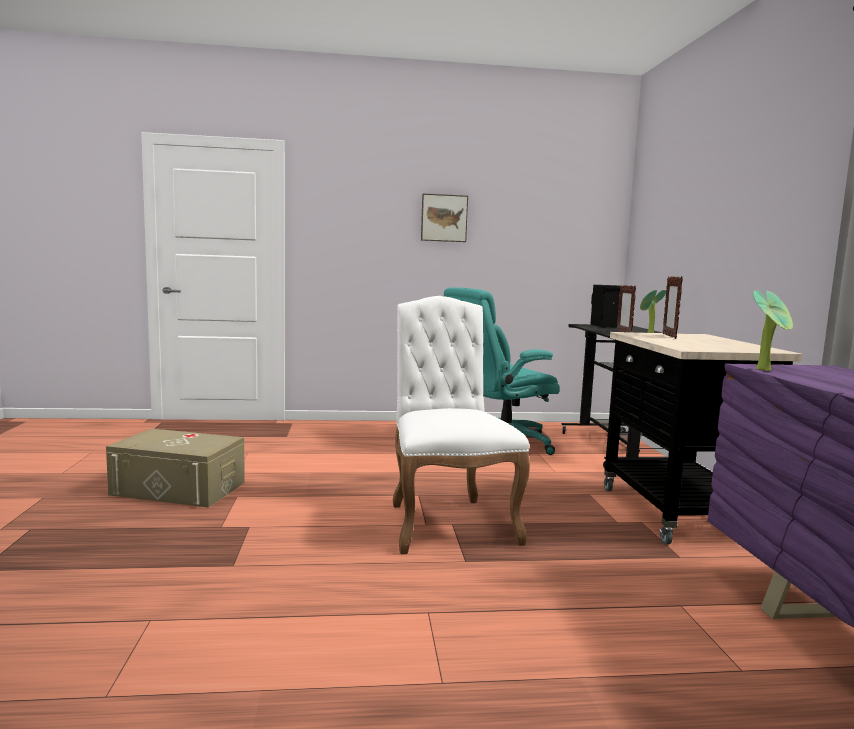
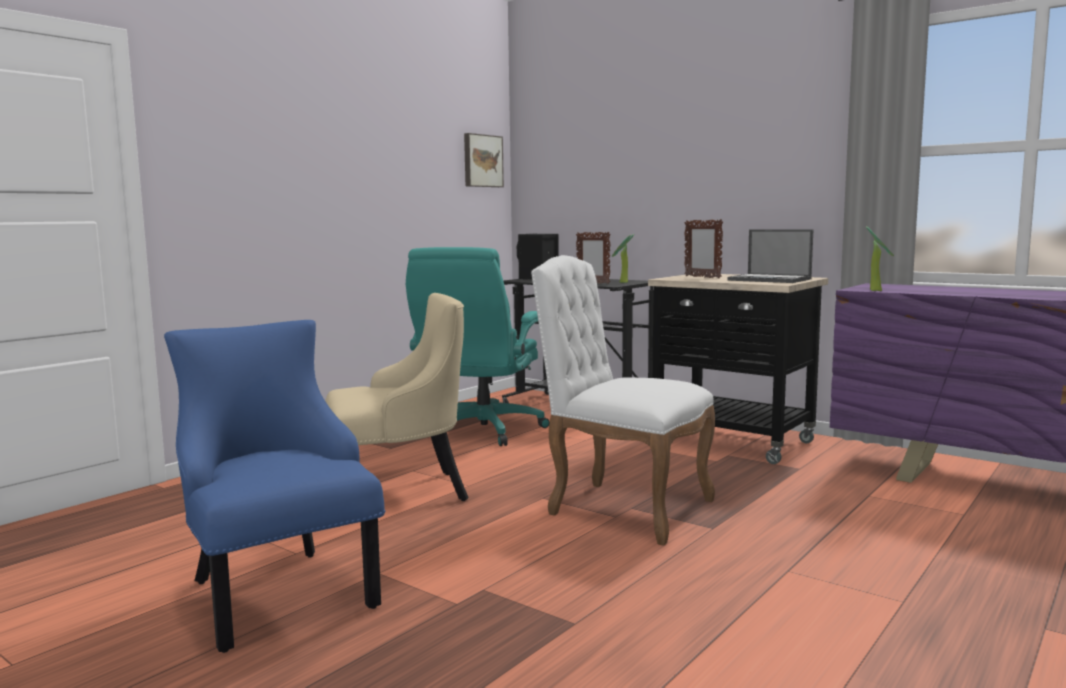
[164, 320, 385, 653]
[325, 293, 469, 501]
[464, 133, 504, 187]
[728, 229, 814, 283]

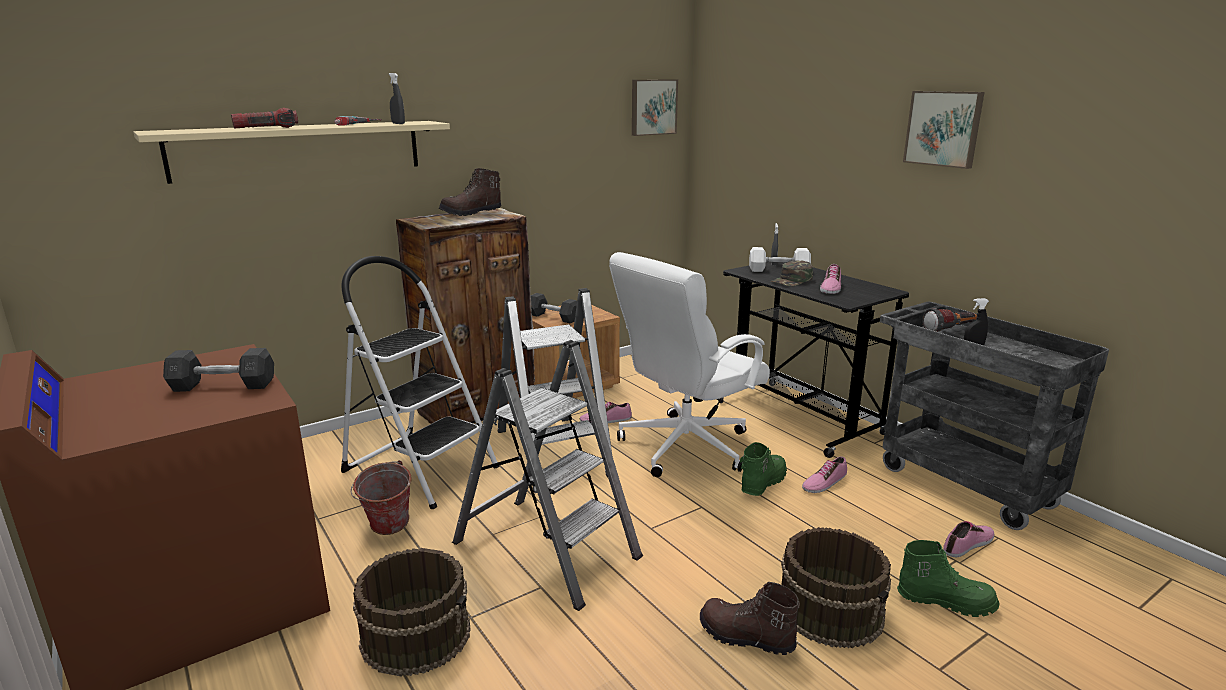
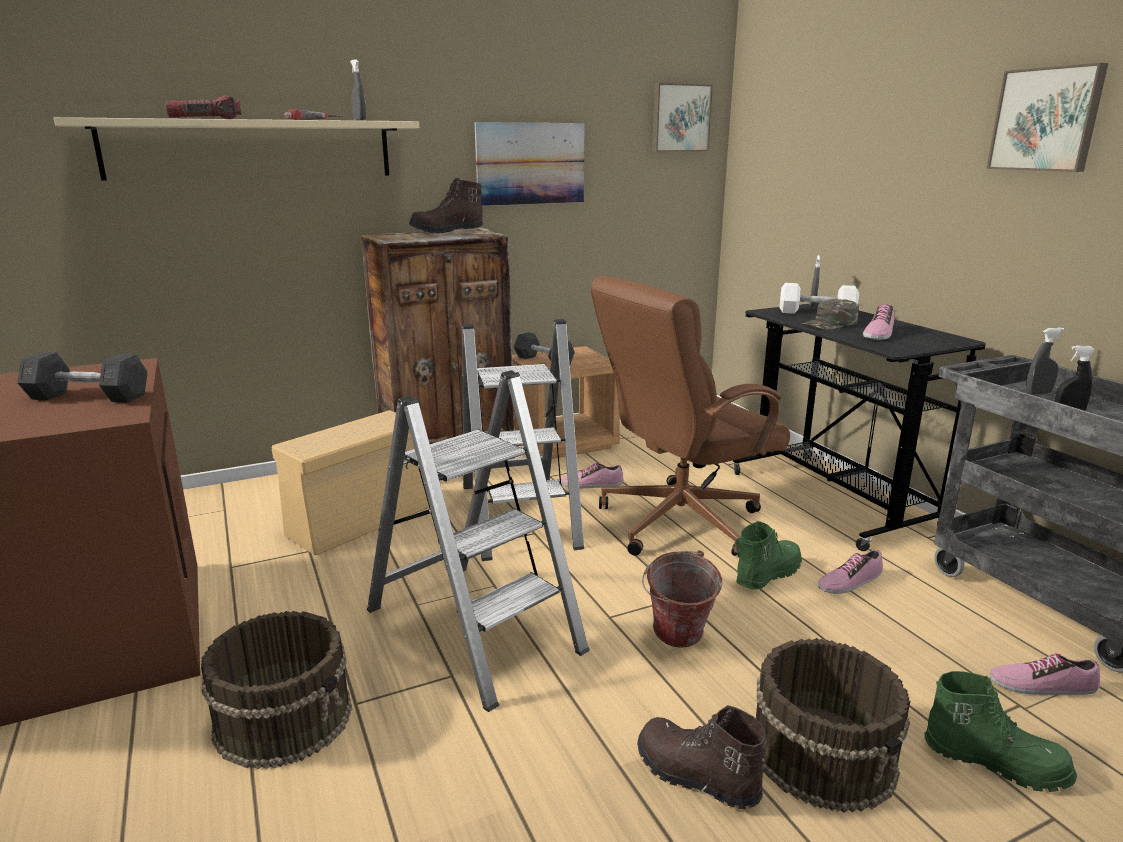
[271, 410, 428, 556]
[475, 122, 584, 206]
[591, 276, 790, 558]
[642, 550, 722, 648]
[990, 654, 1100, 695]
[1026, 328, 1064, 395]

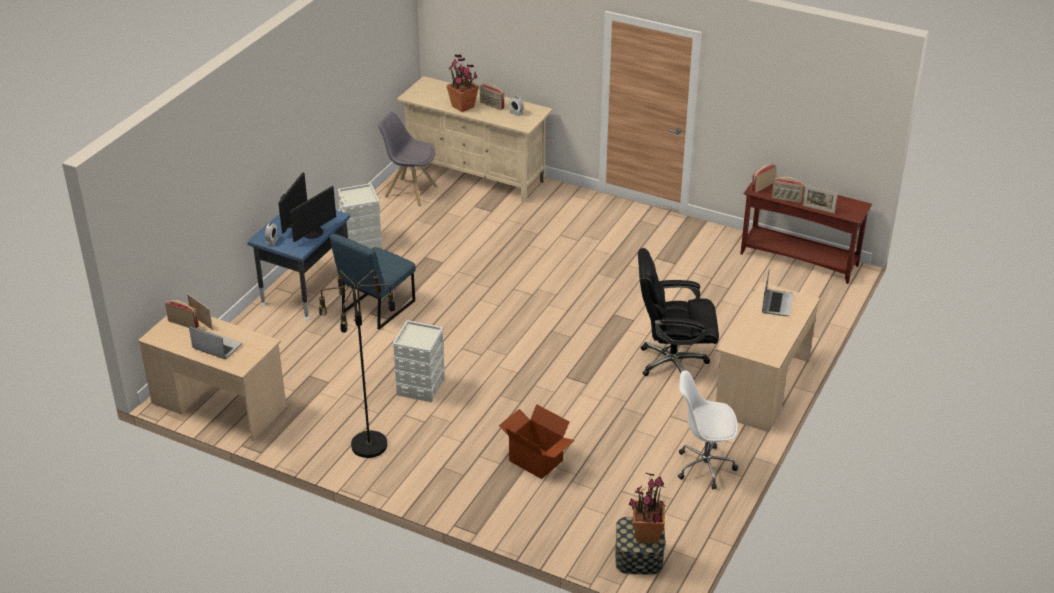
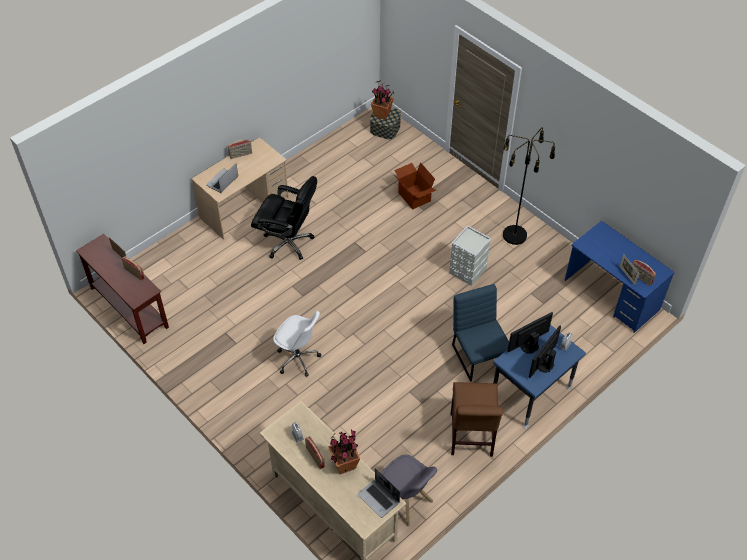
[228, 140, 252, 159]
[273, 311, 321, 377]
[358, 468, 400, 518]
[451, 382, 503, 457]
[452, 284, 509, 382]
[564, 221, 675, 333]

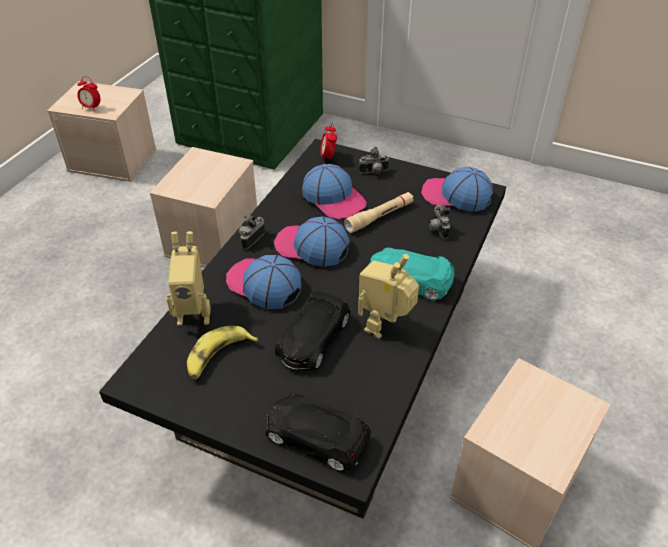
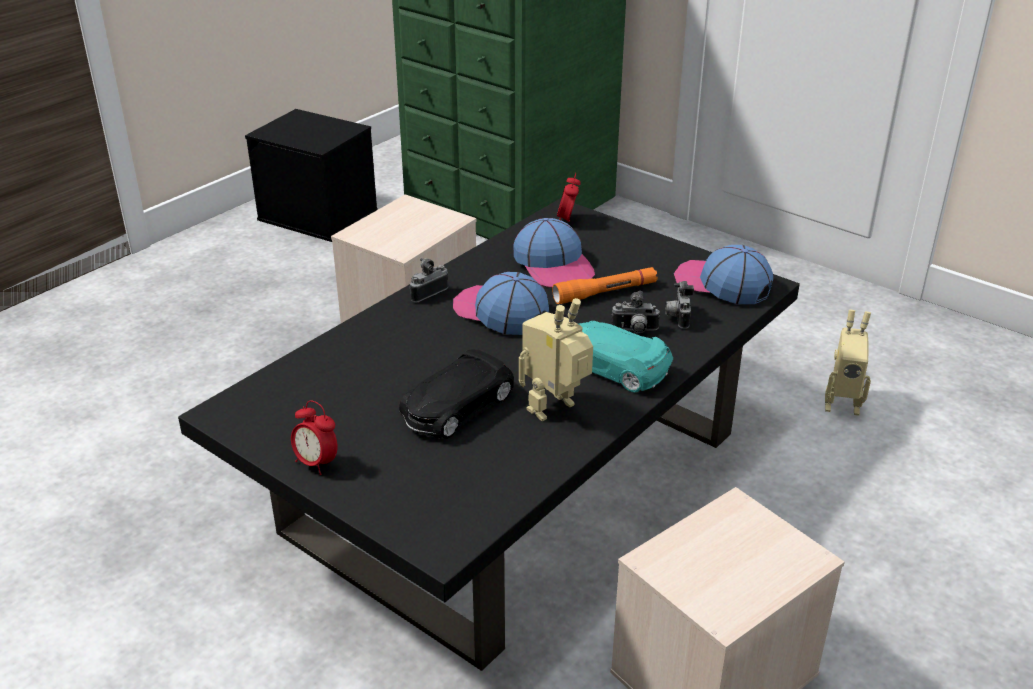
[245, 109, 378, 242]
[291, 400, 338, 475]
[552, 267, 658, 304]
[611, 291, 660, 333]
[825, 310, 871, 416]
[187, 326, 258, 380] (first image)
[226, 255, 301, 309] (first image)
[265, 393, 371, 472] (first image)

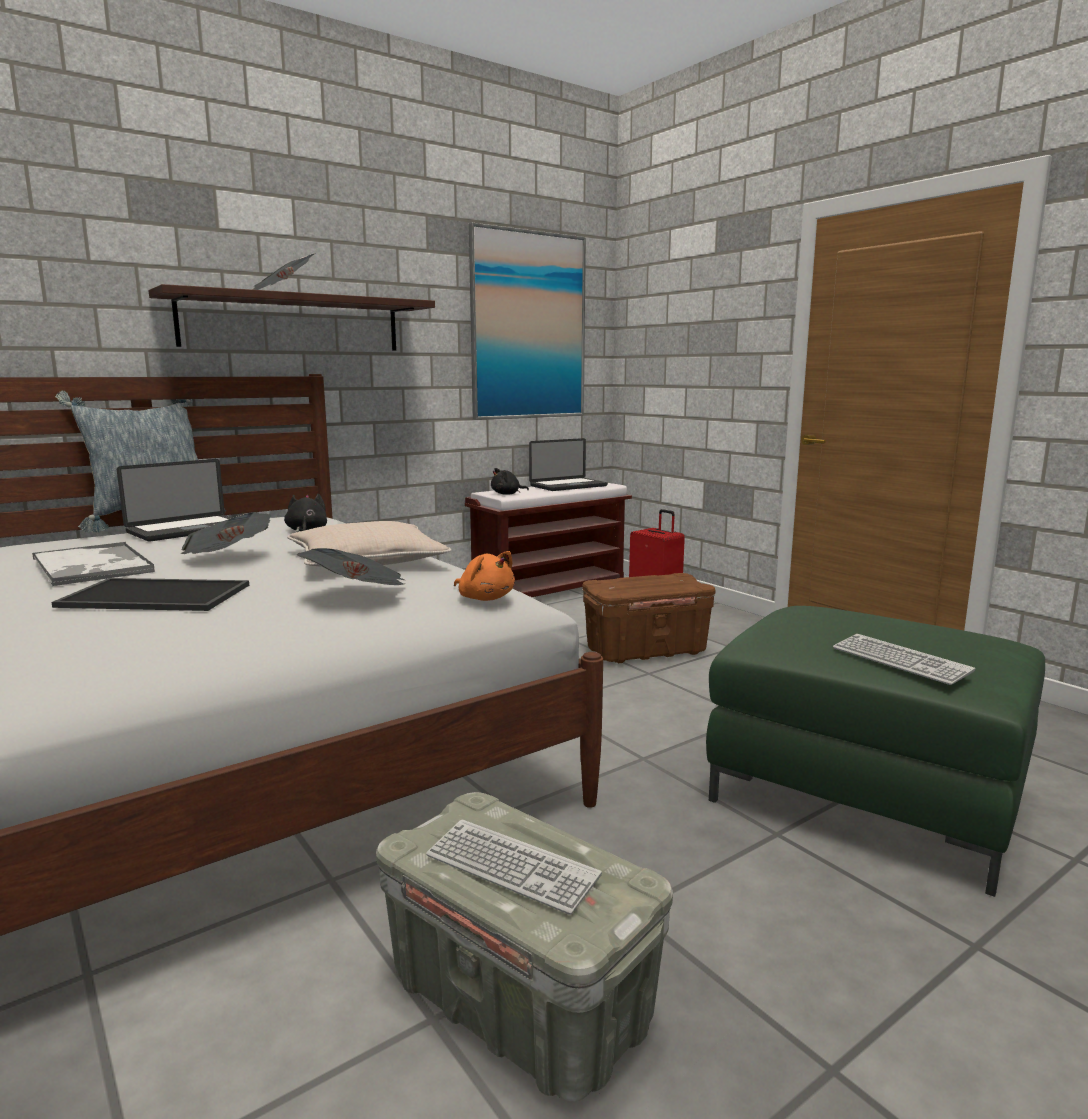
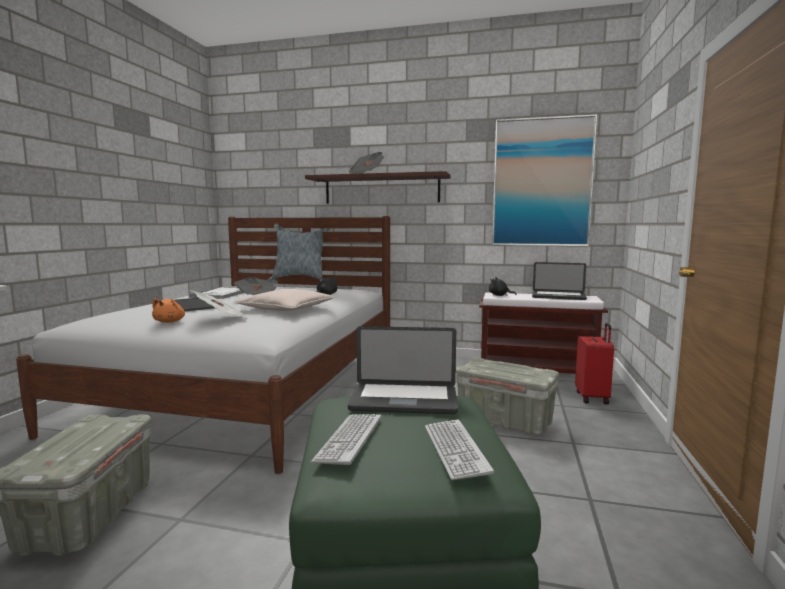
[152, 298, 185, 323]
[348, 326, 458, 414]
[425, 420, 494, 480]
[456, 358, 559, 435]

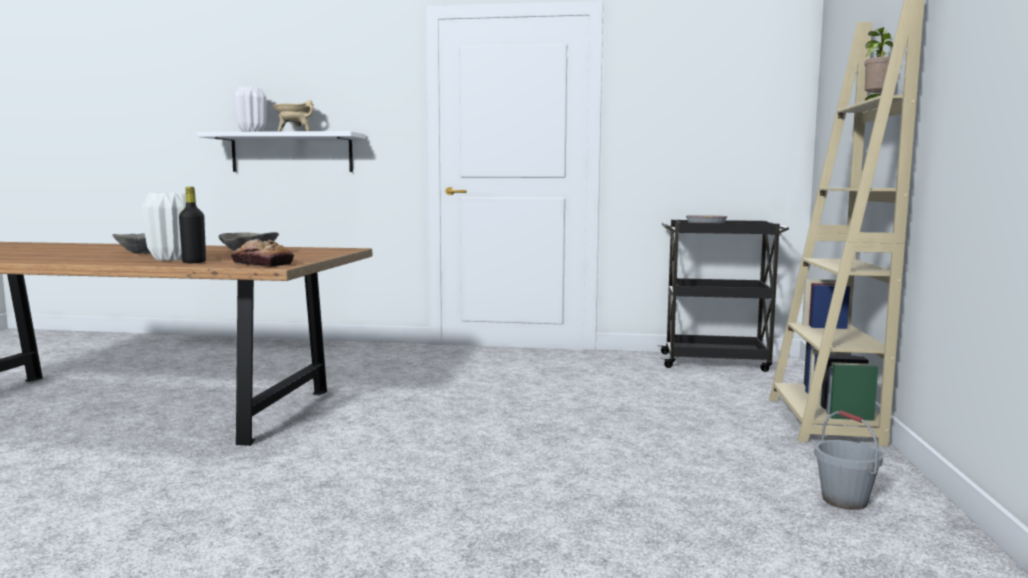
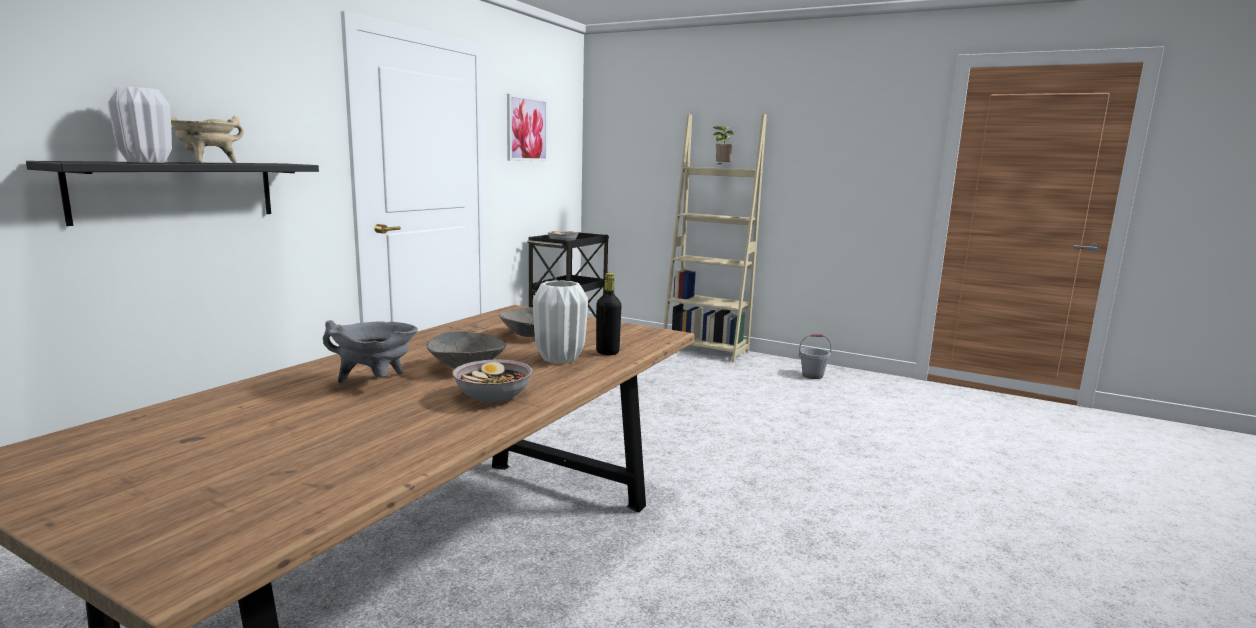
[26, 161, 319, 226]
[323, 320, 418, 383]
[453, 359, 533, 402]
[507, 94, 548, 161]
[231, 239, 294, 267] (first image)

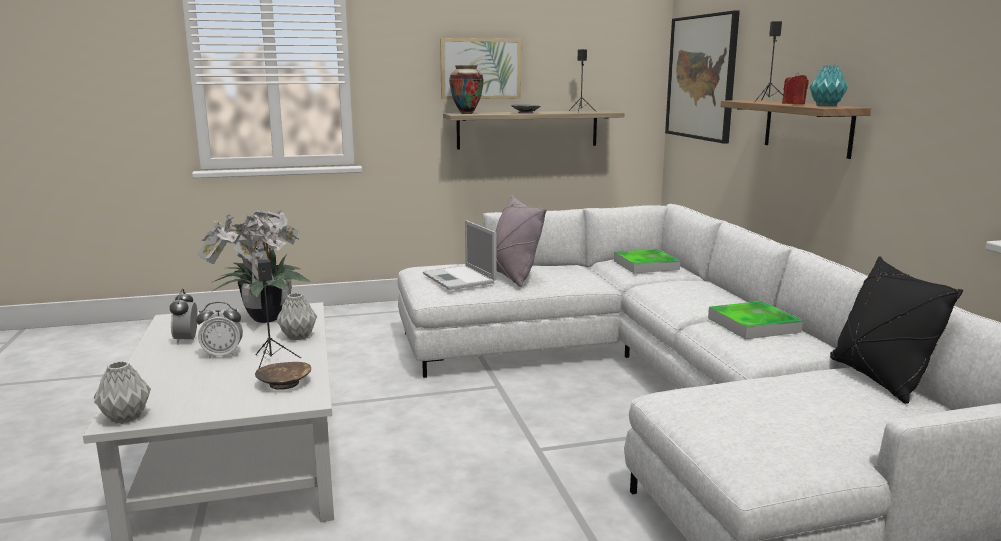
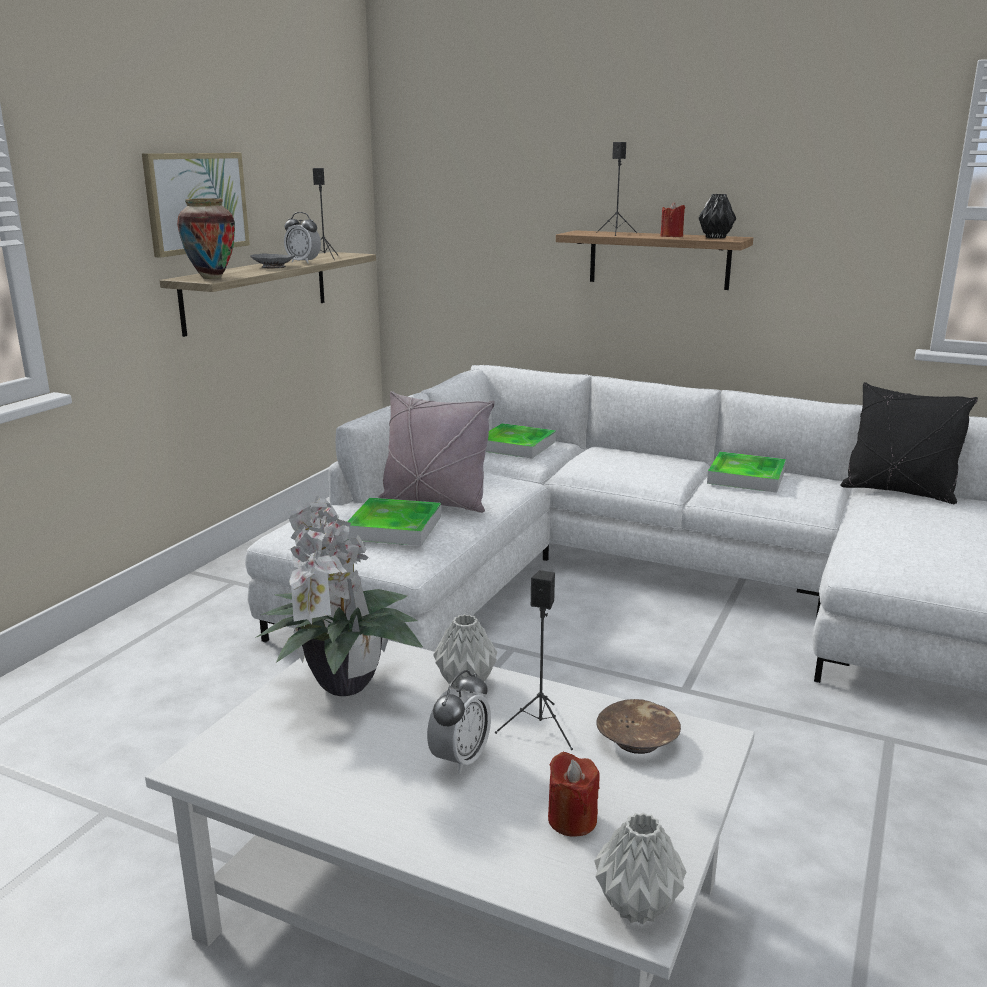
[284, 212, 321, 264]
[347, 498, 441, 546]
[548, 752, 600, 836]
[699, 194, 736, 239]
[665, 10, 740, 144] (first image)

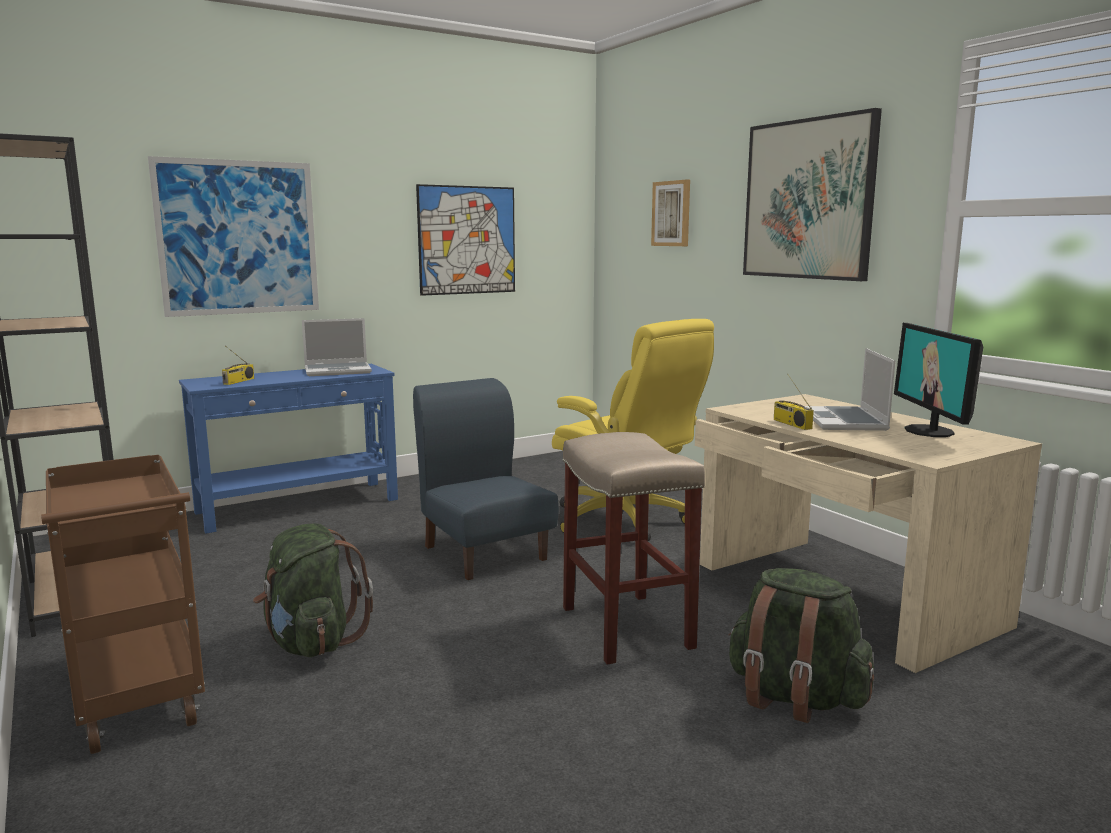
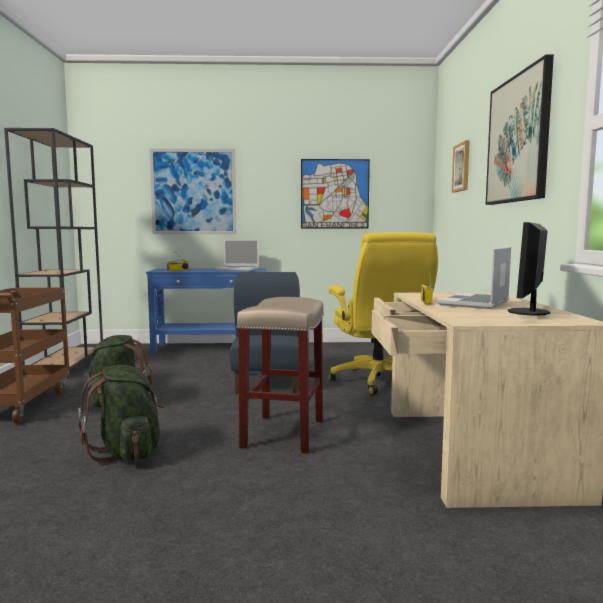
[78, 365, 165, 463]

